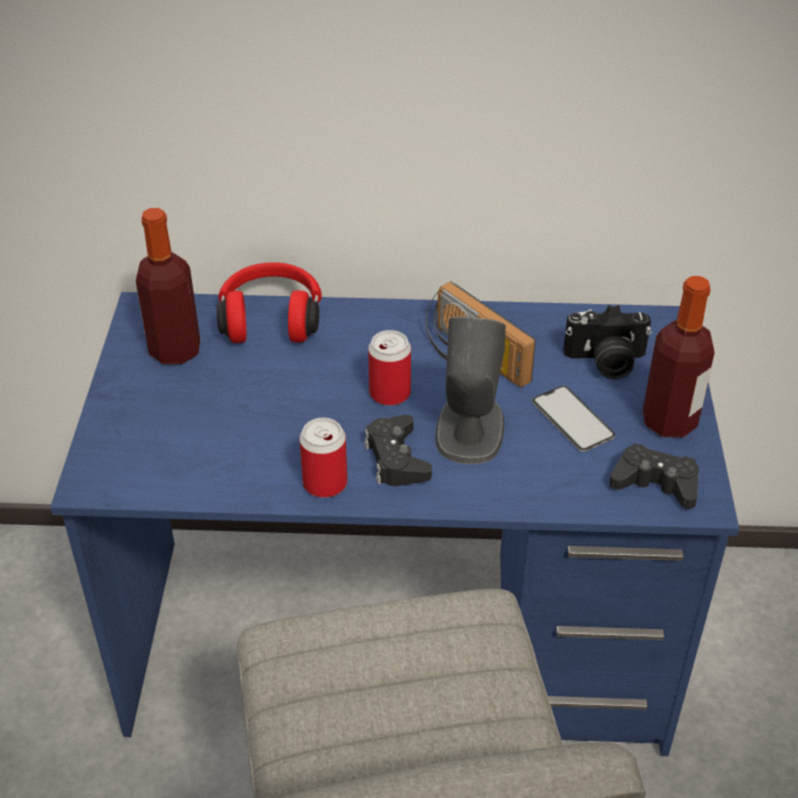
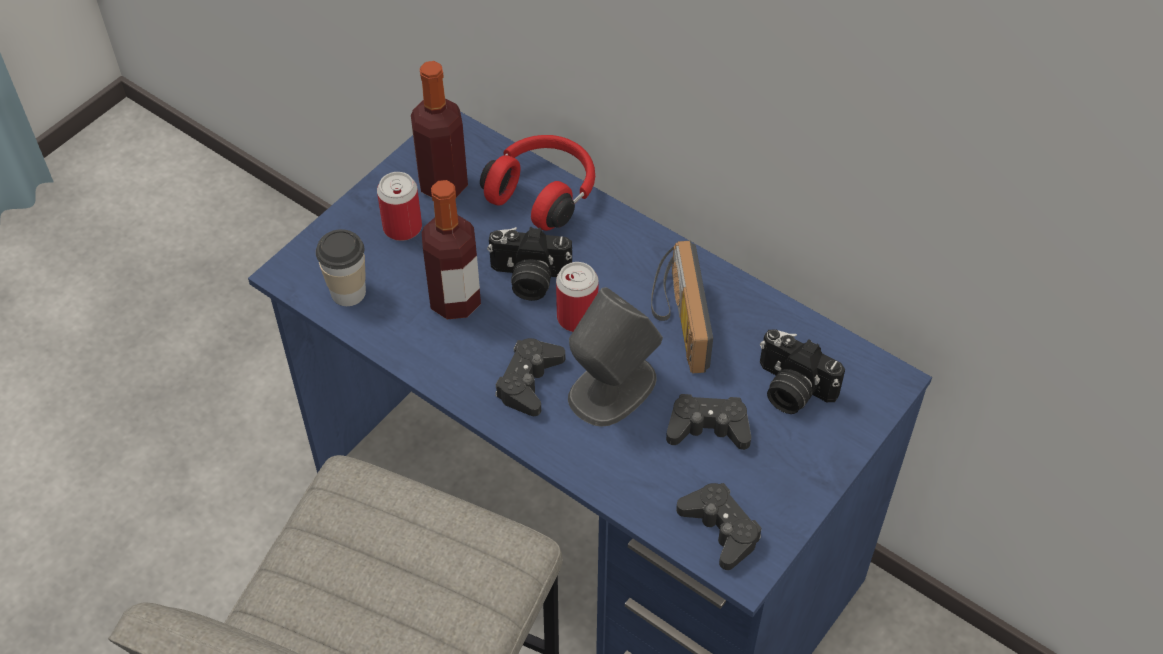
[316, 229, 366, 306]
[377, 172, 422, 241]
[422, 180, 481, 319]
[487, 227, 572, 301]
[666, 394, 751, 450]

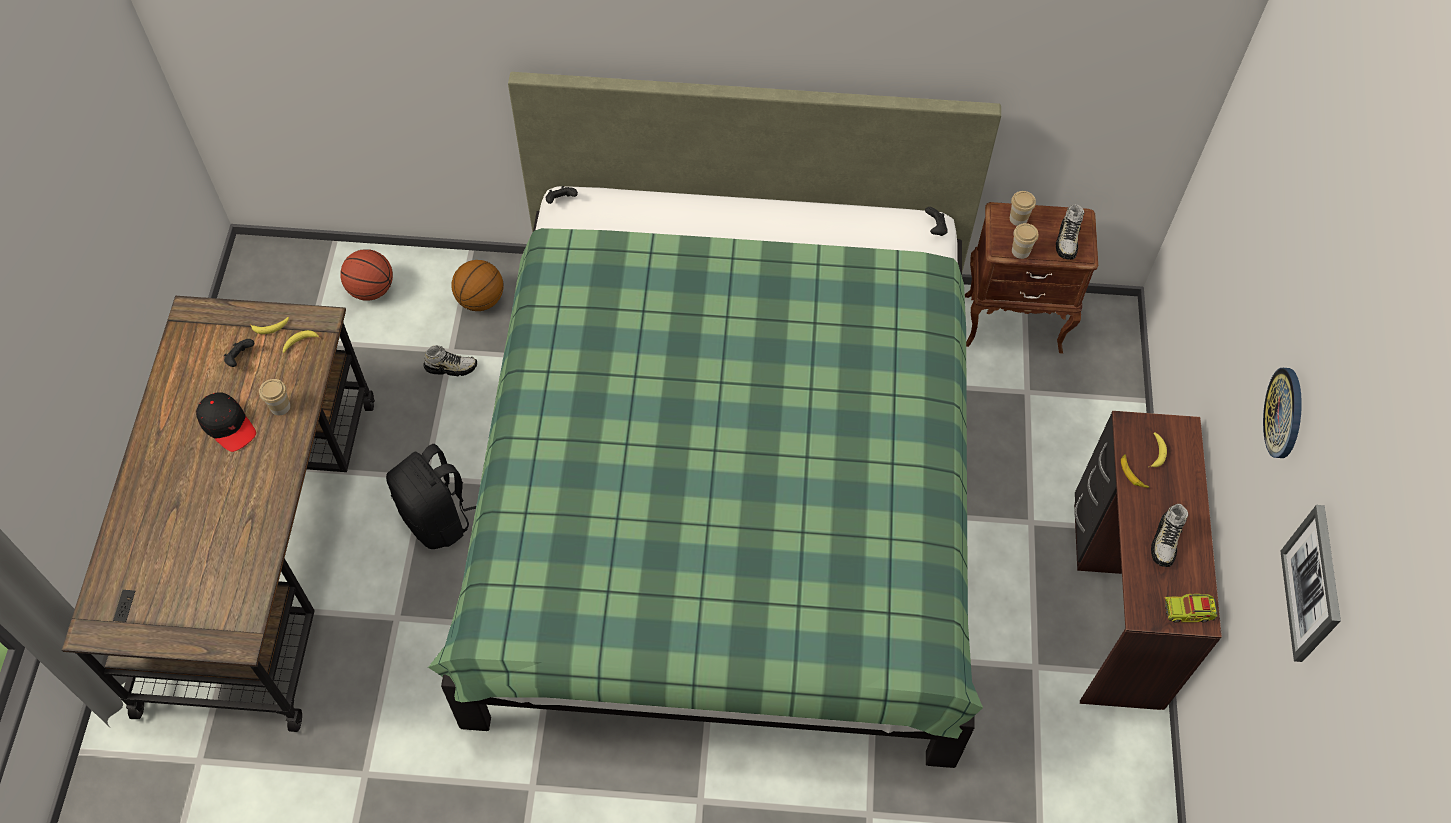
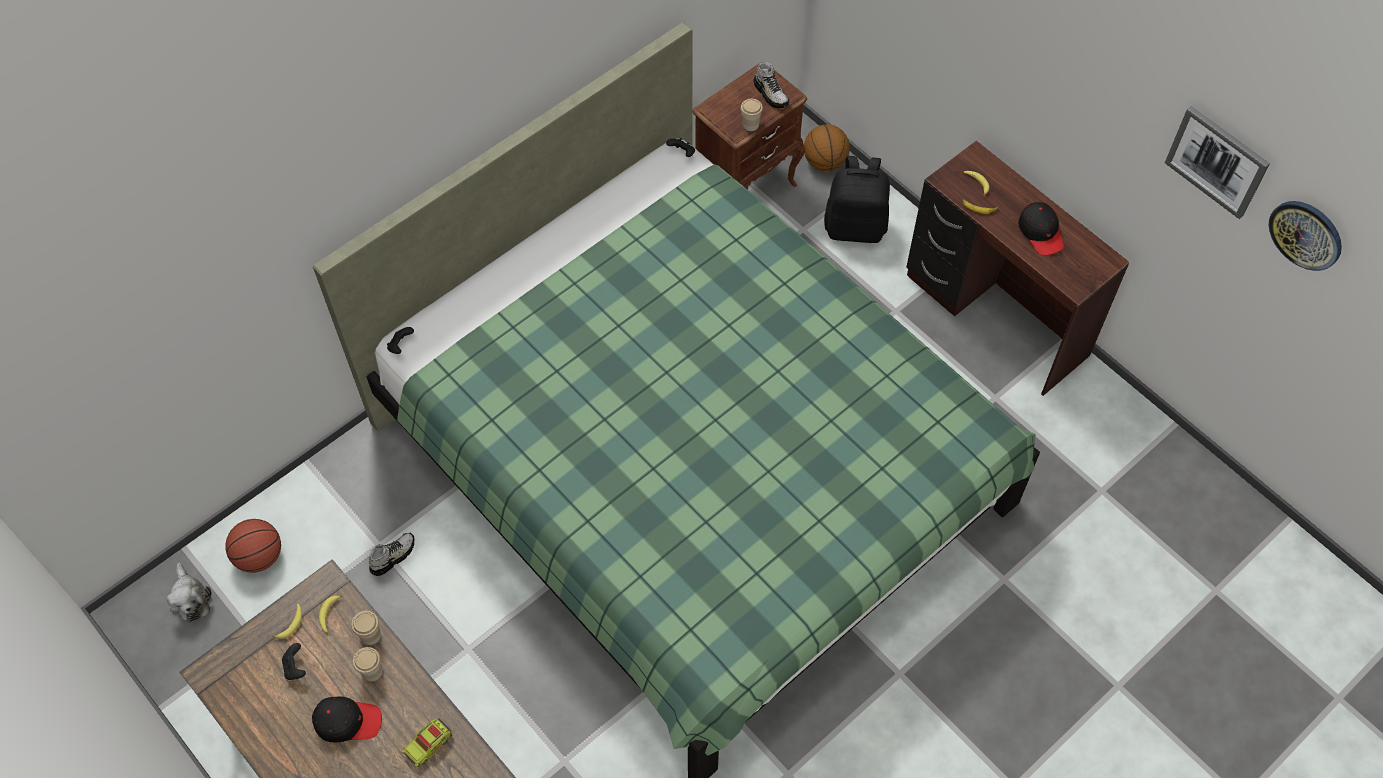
[166, 562, 212, 622]
[352, 611, 381, 645]
[402, 718, 452, 767]
[804, 124, 850, 171]
[824, 156, 890, 243]
[1018, 202, 1064, 255]
[1269, 201, 1342, 271]

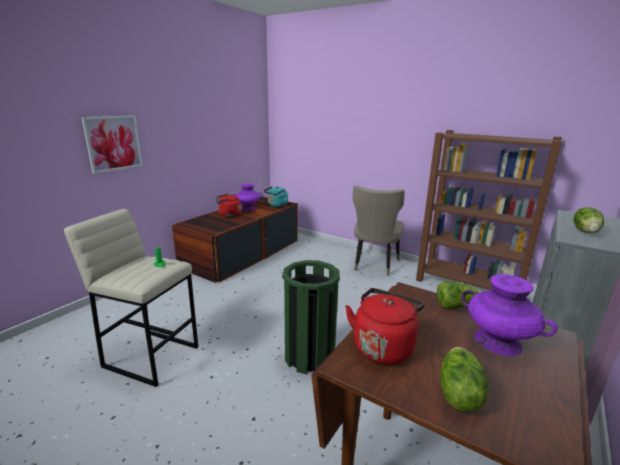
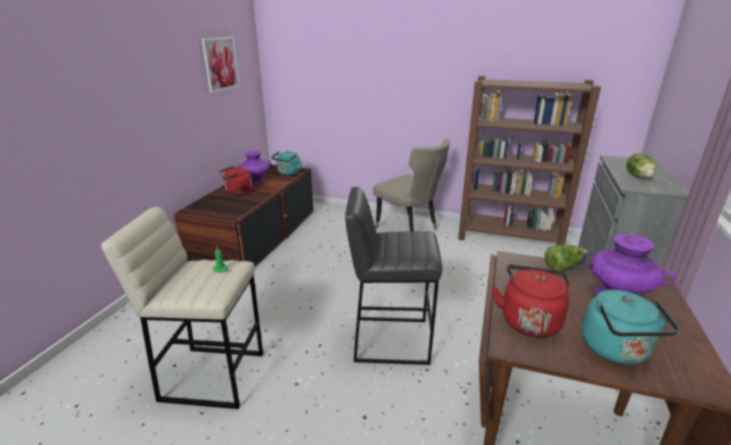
[201, 37, 240, 93]
[345, 187, 442, 365]
[373, 138, 450, 232]
[582, 290, 680, 365]

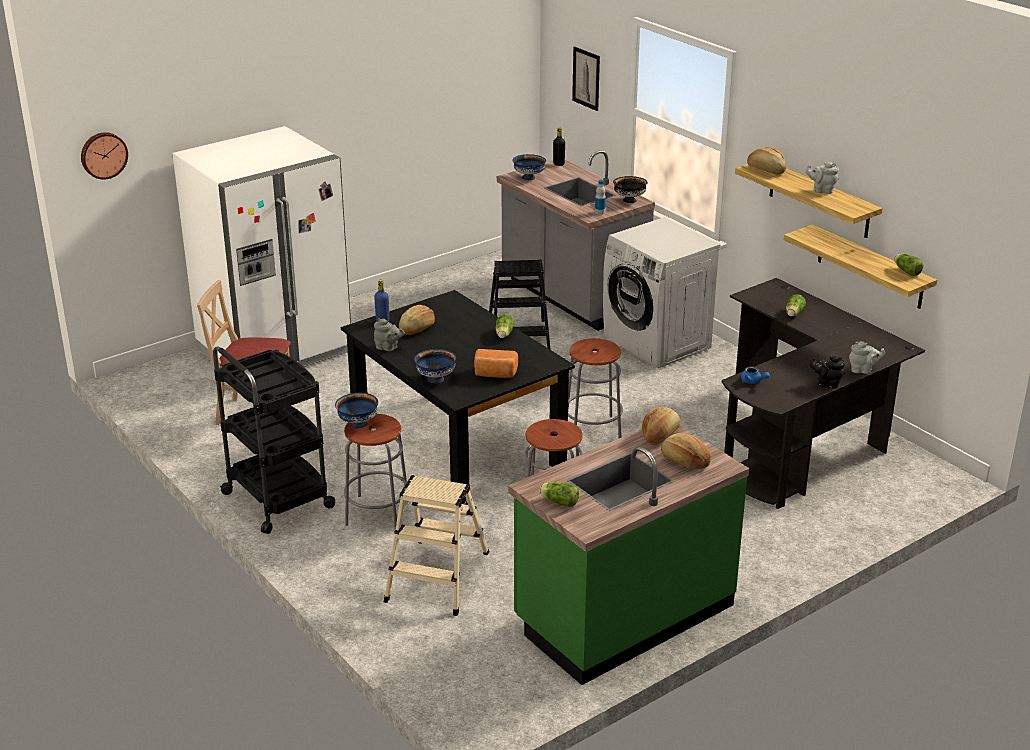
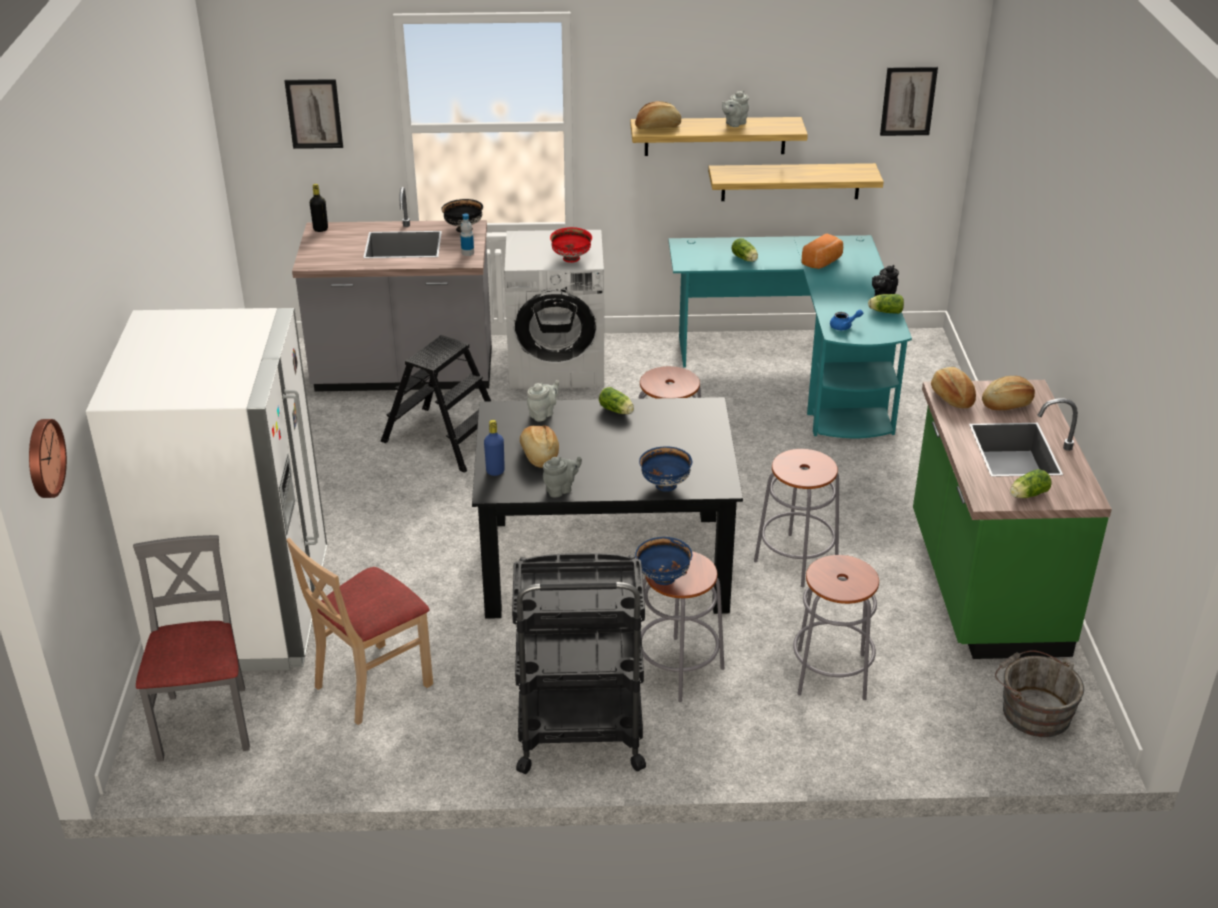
[133, 535, 250, 762]
[527, 380, 559, 422]
[550, 227, 592, 263]
[668, 235, 912, 438]
[793, 555, 879, 700]
[802, 234, 843, 269]
[868, 294, 904, 314]
[880, 67, 938, 136]
[995, 650, 1084, 737]
[512, 154, 546, 180] (first image)

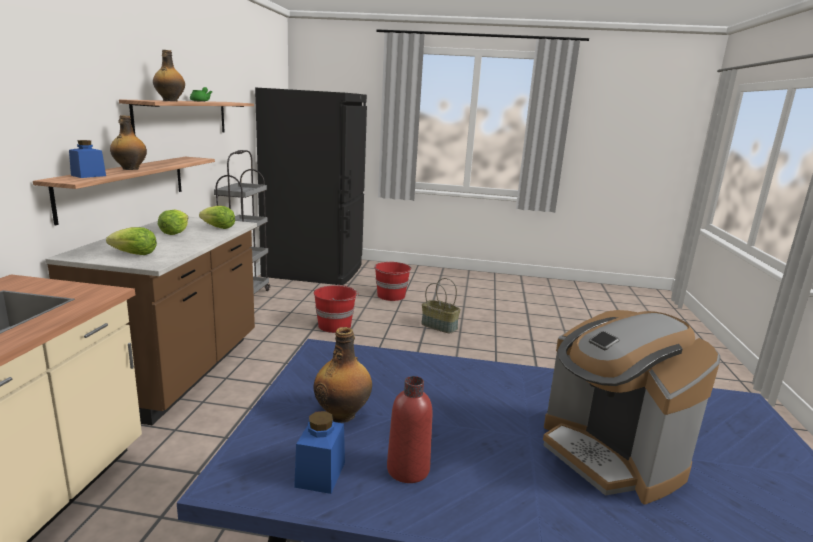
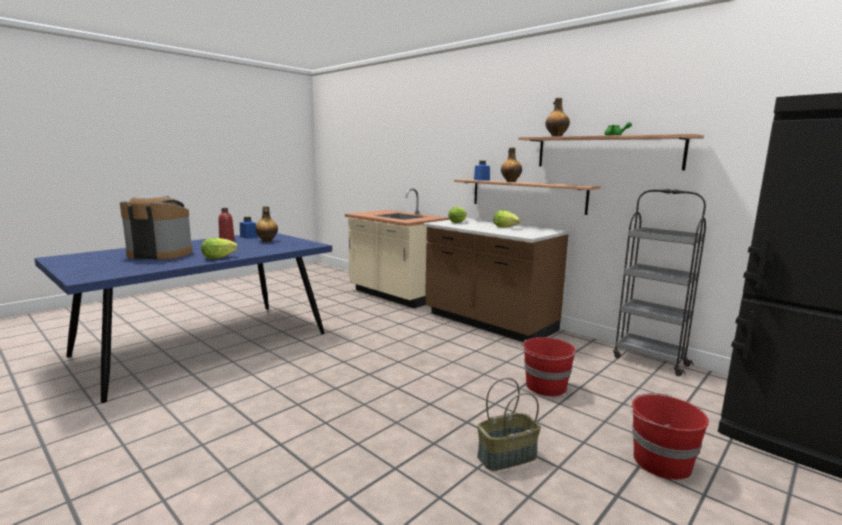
[201, 238, 238, 259]

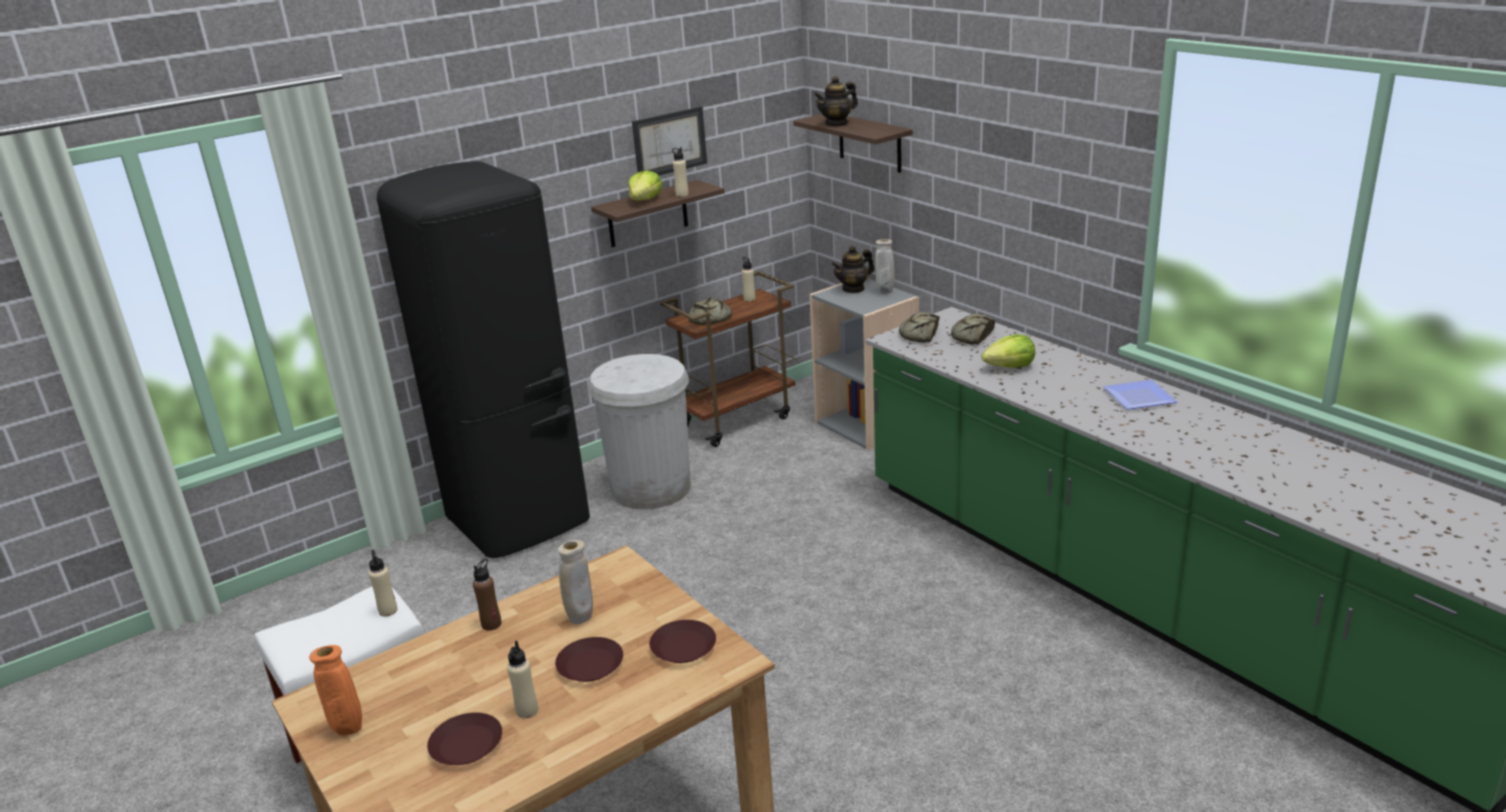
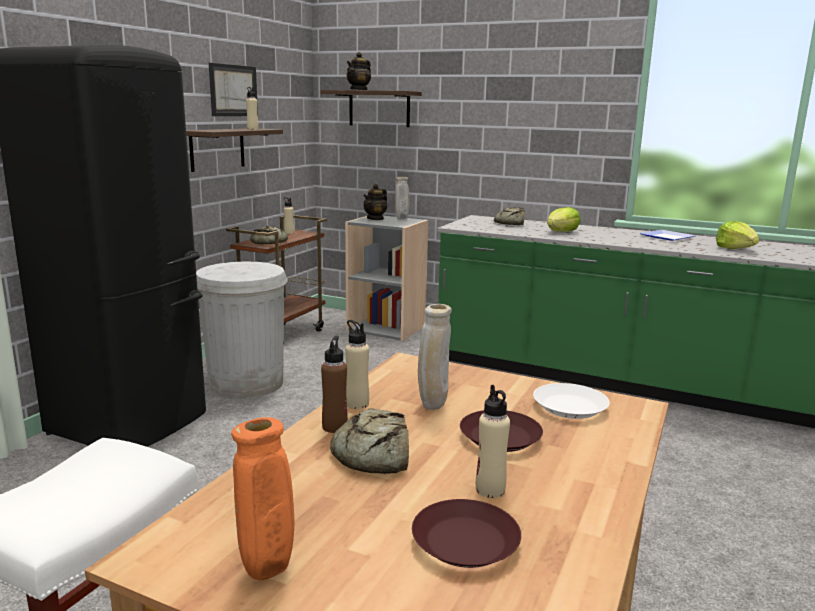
[330, 408, 409, 474]
[345, 320, 369, 409]
[533, 383, 610, 419]
[716, 221, 759, 249]

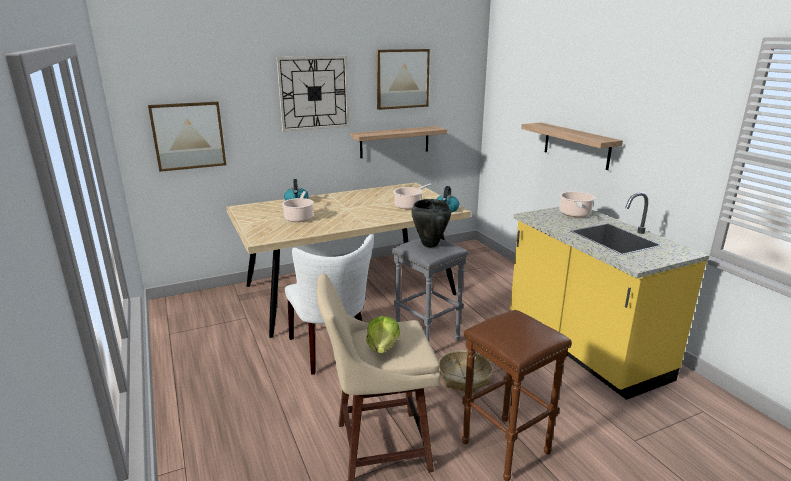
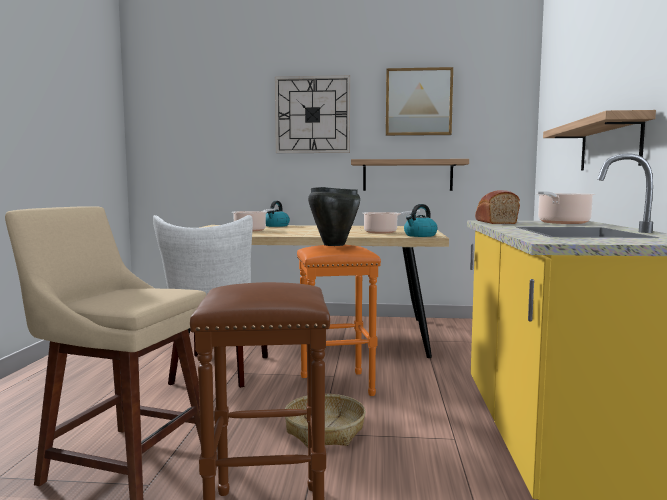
[297, 245, 381, 396]
[475, 190, 520, 224]
[148, 102, 226, 172] (first image)
[366, 316, 400, 353] (first image)

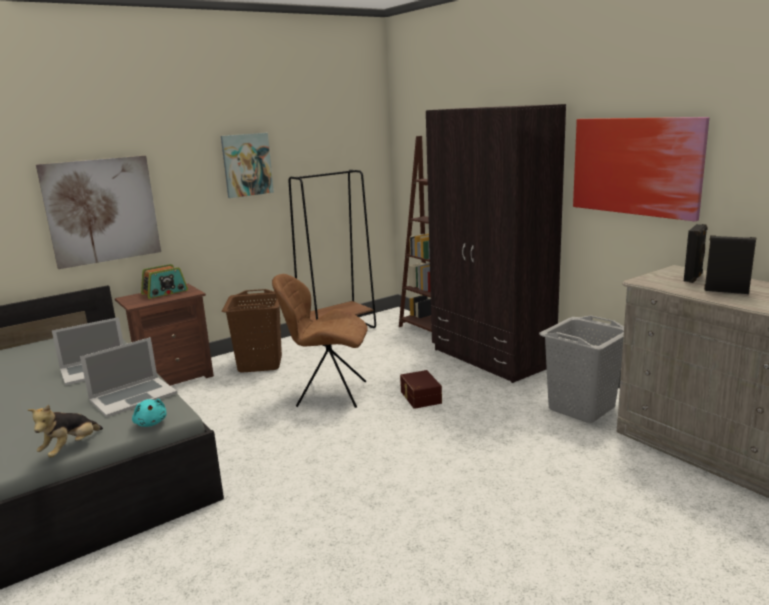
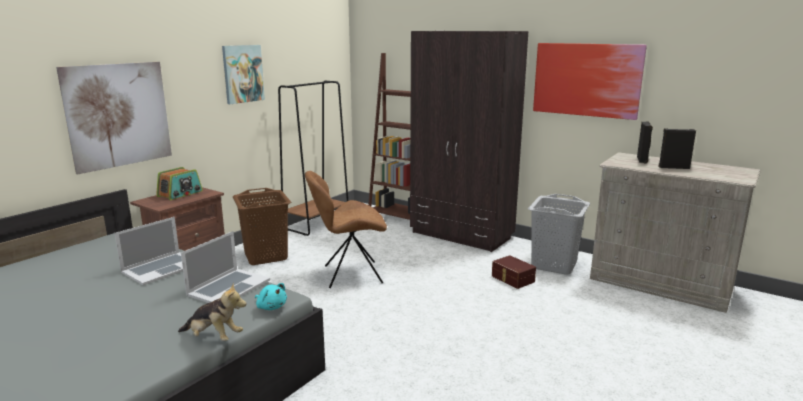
[178, 283, 247, 341]
[492, 255, 536, 289]

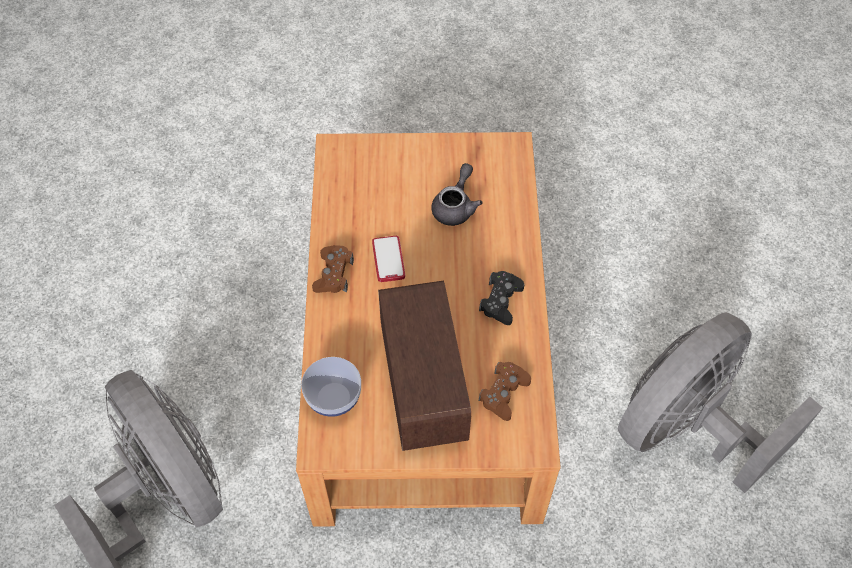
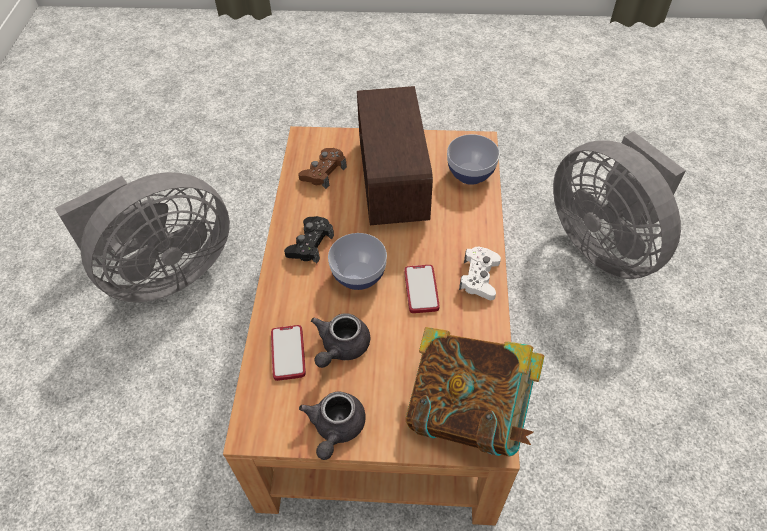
[271, 325, 306, 381]
[299, 392, 366, 460]
[328, 233, 387, 290]
[406, 327, 544, 457]
[459, 247, 501, 300]

